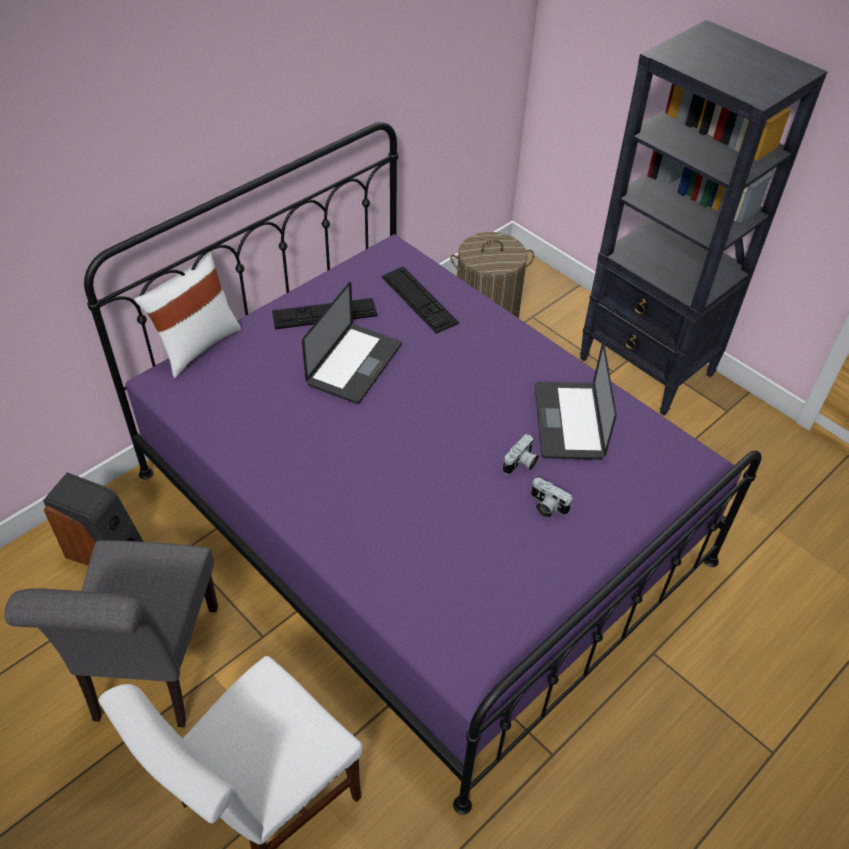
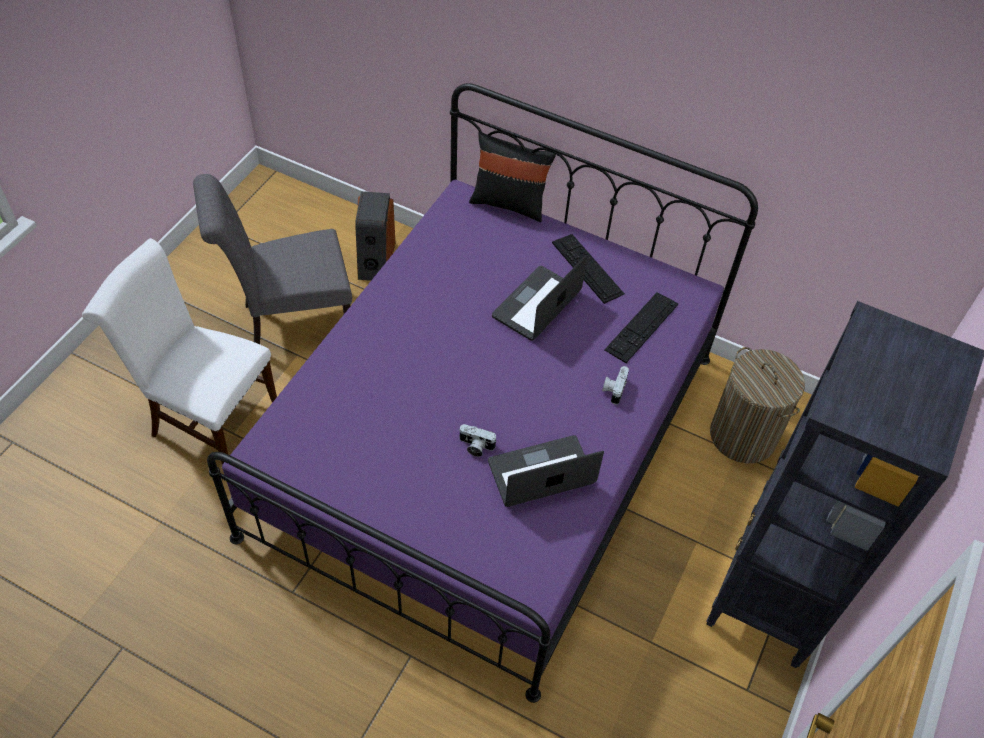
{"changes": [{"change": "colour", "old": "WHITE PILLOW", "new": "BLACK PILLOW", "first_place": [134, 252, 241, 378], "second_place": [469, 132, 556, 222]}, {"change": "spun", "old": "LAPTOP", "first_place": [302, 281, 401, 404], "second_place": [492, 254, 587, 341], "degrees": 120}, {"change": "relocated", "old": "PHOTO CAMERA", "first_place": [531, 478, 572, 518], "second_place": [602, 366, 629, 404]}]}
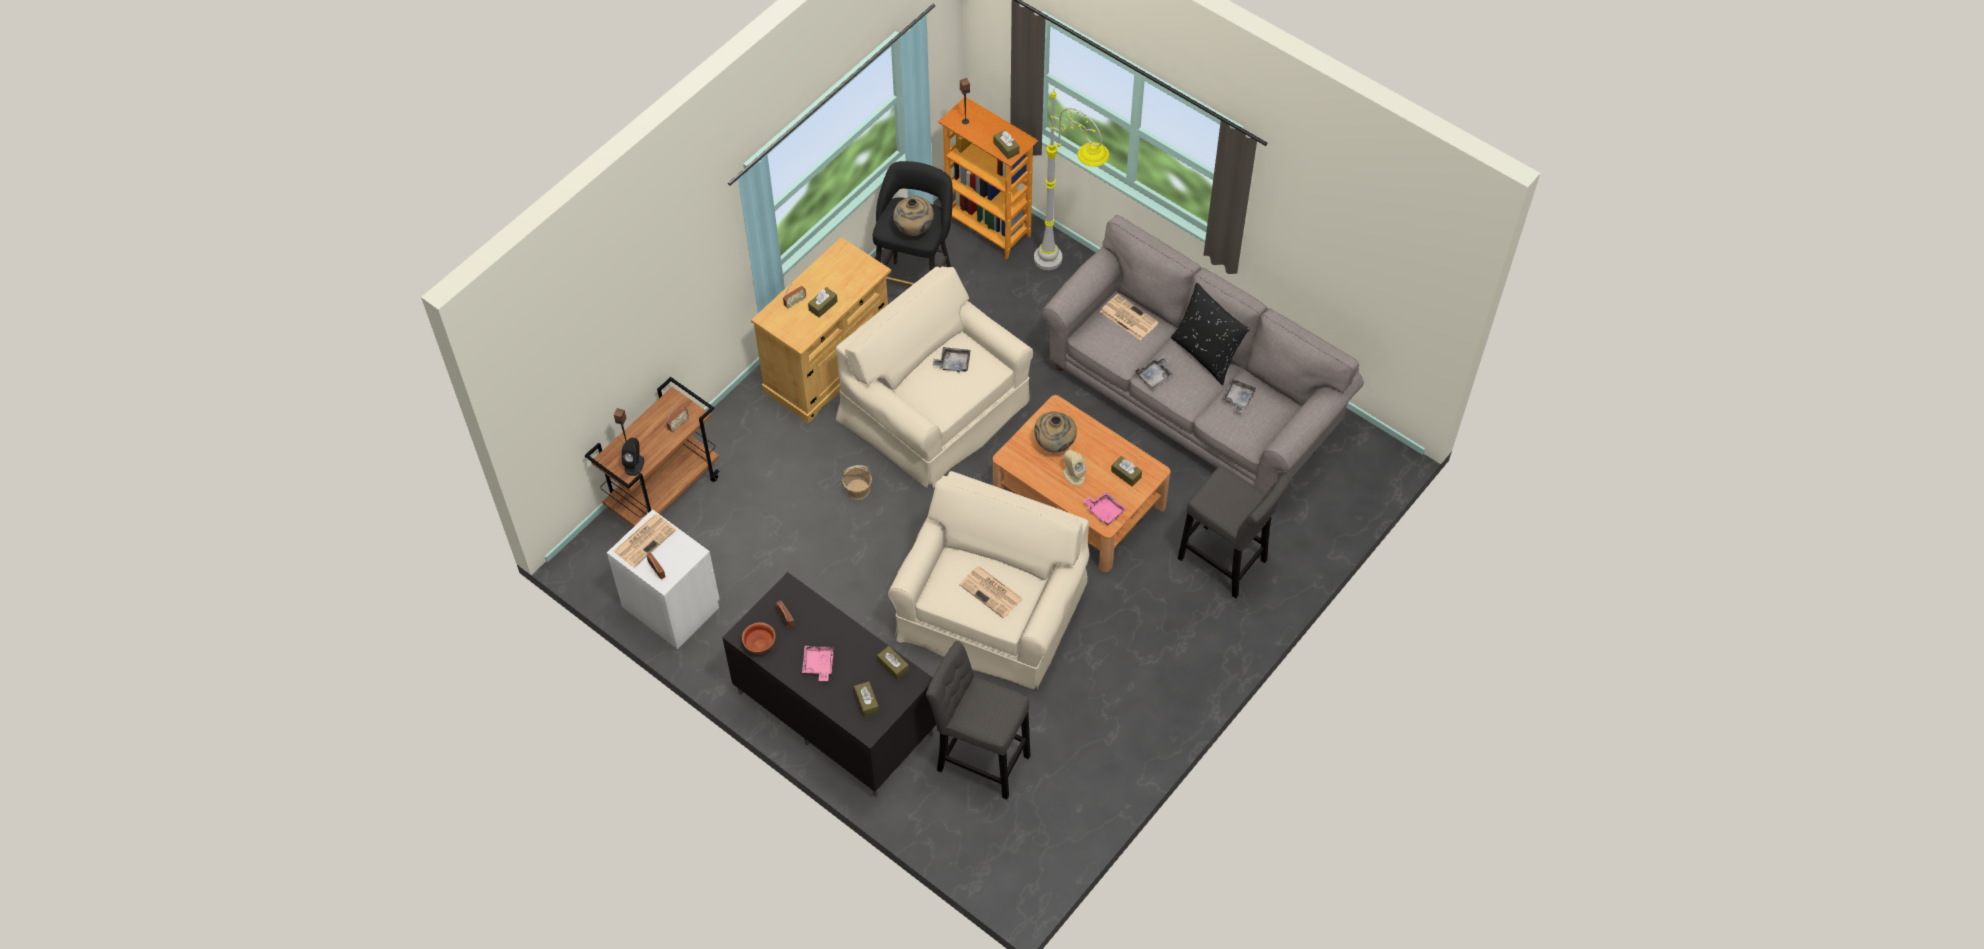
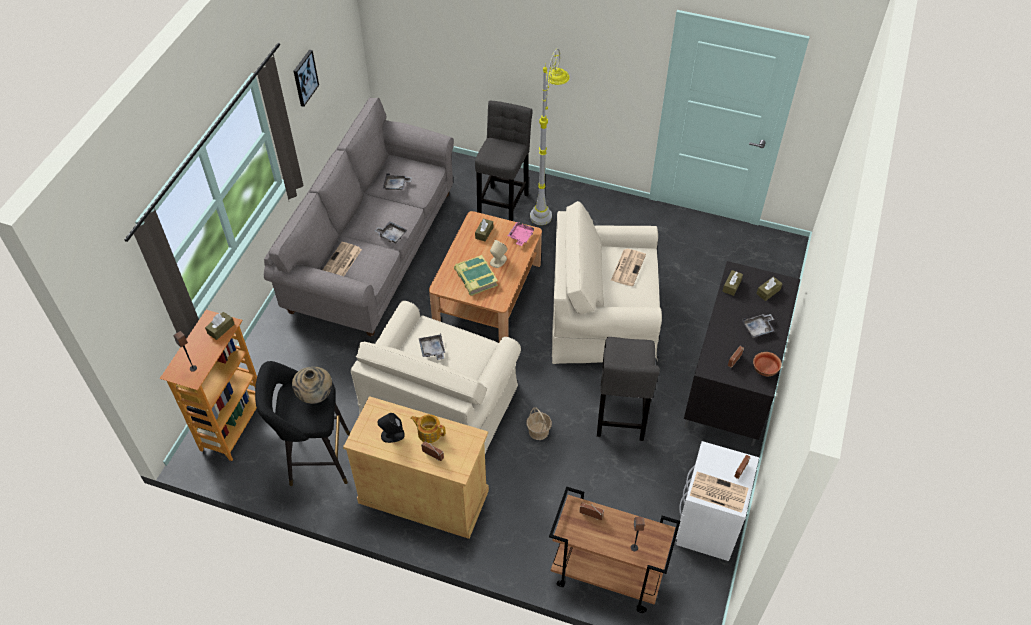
{"changes": [{"change": "relocated", "old": "BLACK SPEAKER", "first_place": [622, 438, 644, 476], "second_place": [378, 413, 405, 443]}, {"change": "colour", "old": "PINK TRAY", "new": "GREY TRAY", "first_place": [802, 646, 833, 681], "second_place": [742, 314, 774, 338]}, {"change": "exchanged", "old": "BROWN TISSUE BOX", "new": "TEAPOT", "first_place": [808, 287, 838, 318], "second_place": [410, 414, 446, 443]}, {"change": "relocated", "old": "GREY STOOL", "first_place": [926, 641, 1030, 800], "second_place": [597, 337, 660, 441]}, {"change": "relocated", "old": "GREY FLOOR LAMP", "first_place": [1034, 88, 1109, 270], "second_place": [530, 49, 570, 225]}, {"change": "exchanged", "old": "BEIGE VASE", "new": "BOOK", "first_place": [1034, 411, 1077, 453], "second_place": [454, 255, 498, 296]}, {"change": "missing", "old": "BLACK PILLOW", "first_place": [1171, 283, 1250, 385]}, {"change": "appeared", "new": "PICTURE", "second_place": [294, 50, 319, 107]}]}
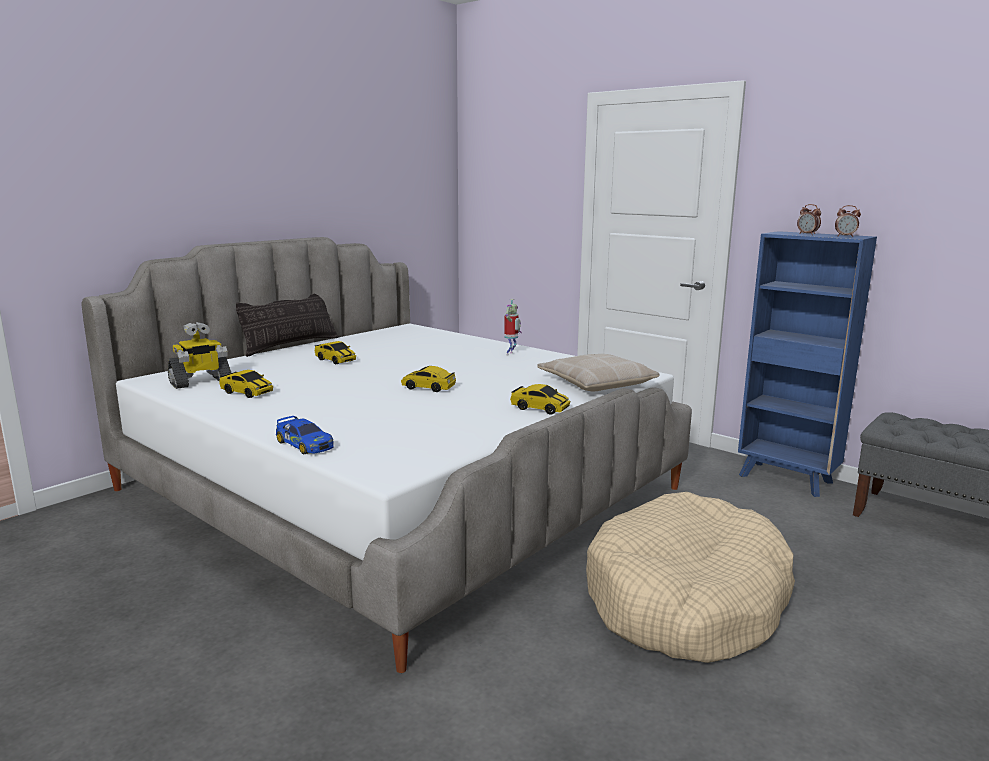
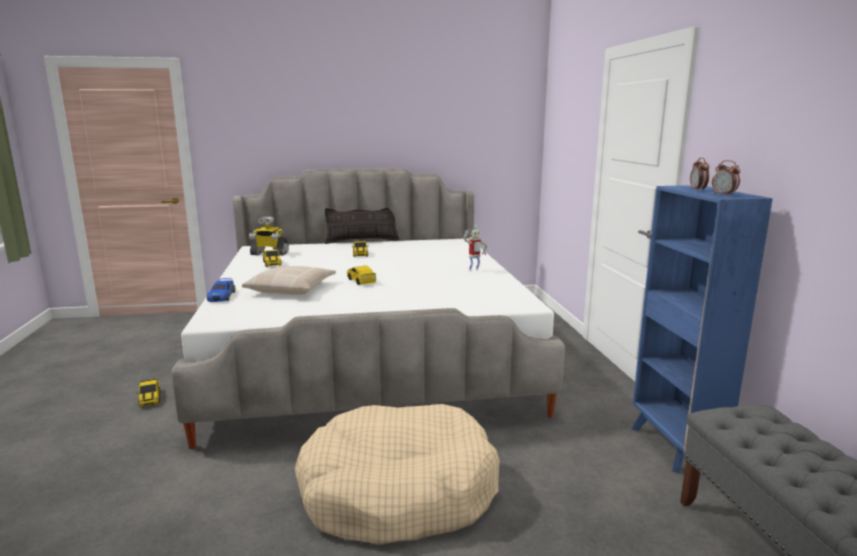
{"changes": [{"change": "relocated", "old": "TOY CAR", "first_place": [510, 384, 570, 414], "second_place": [136, 379, 160, 407]}, {"change": "relocated", "old": "BEIGE PILLOW", "first_place": [537, 354, 660, 391], "second_place": [242, 266, 336, 295]}]}
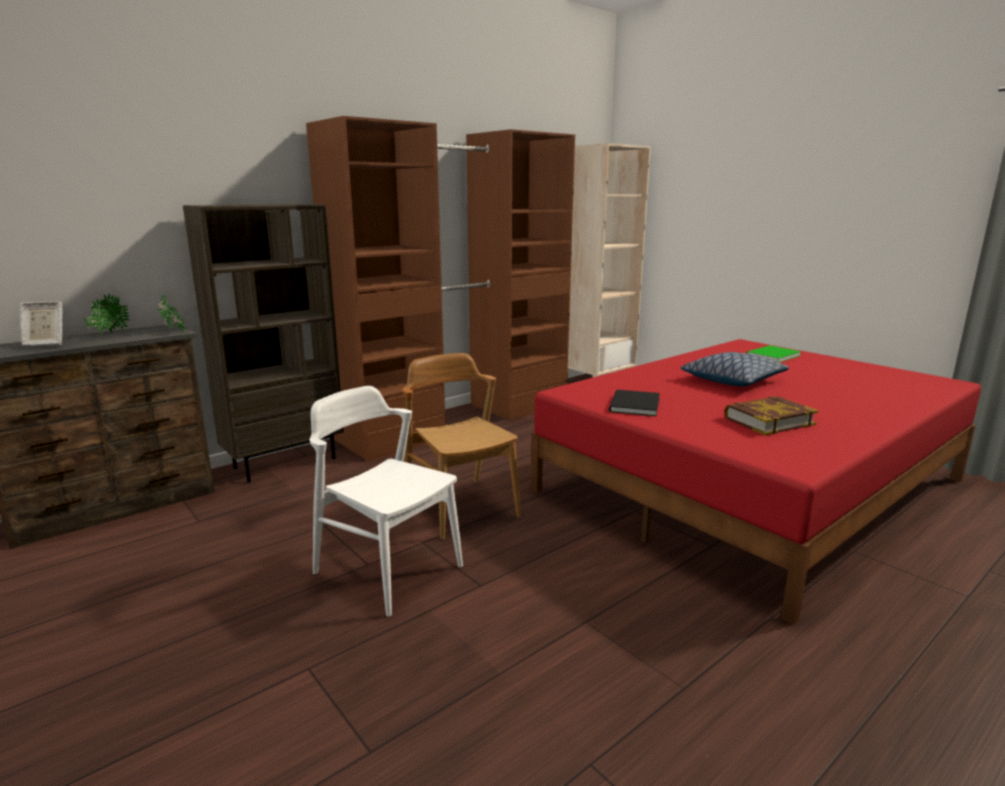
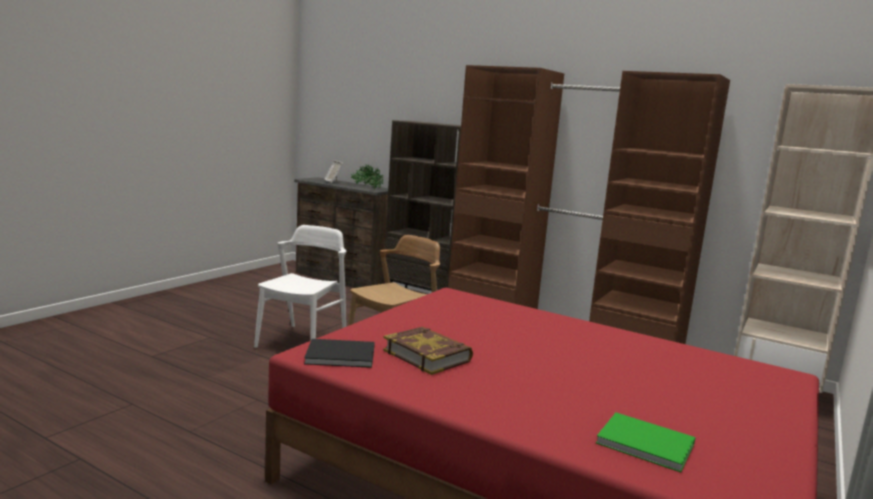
{"changes": [{"change": "relocated", "old": "BLACK BOOK", "first_place": [609, 390, 660, 416], "second_place": [304, 339, 375, 368]}, {"change": "missing", "old": "PILLOW", "first_place": [681, 352, 789, 387]}, {"change": "relocated", "old": "GREEN BOOK", "first_place": [746, 345, 801, 362], "second_place": [596, 413, 695, 472]}]}
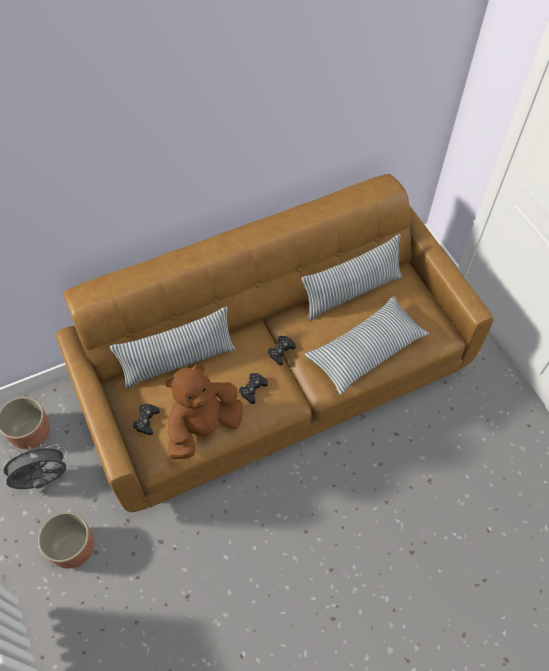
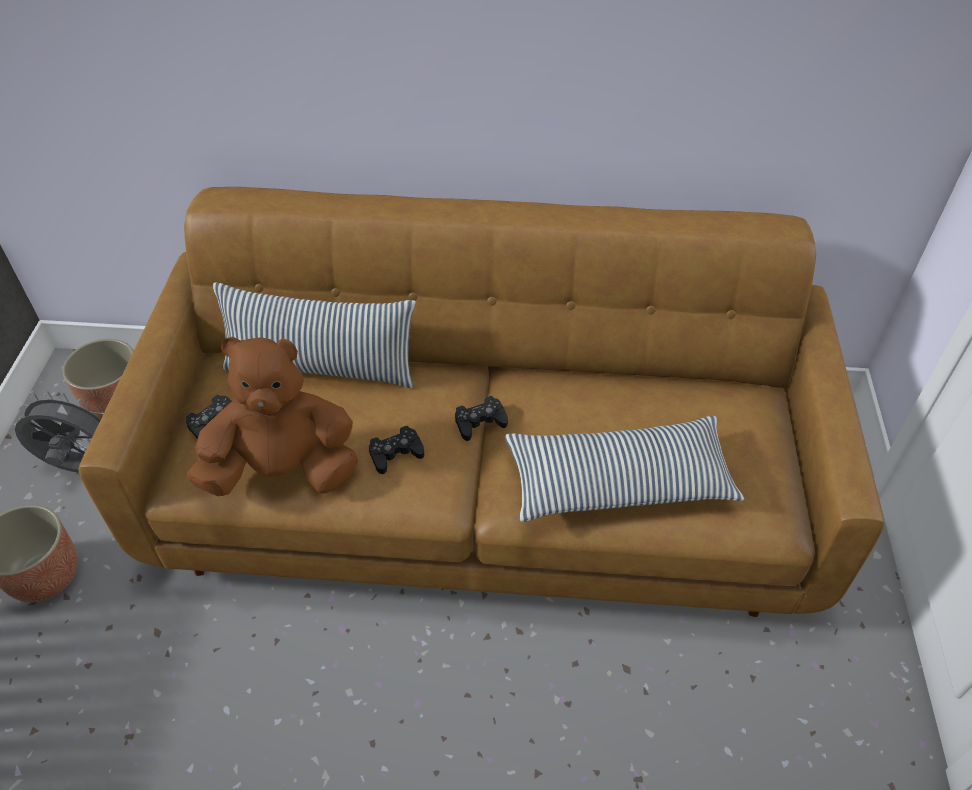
{"changes": [{"change": "missing", "old": "PILLOW", "first_place": [301, 234, 402, 320]}]}
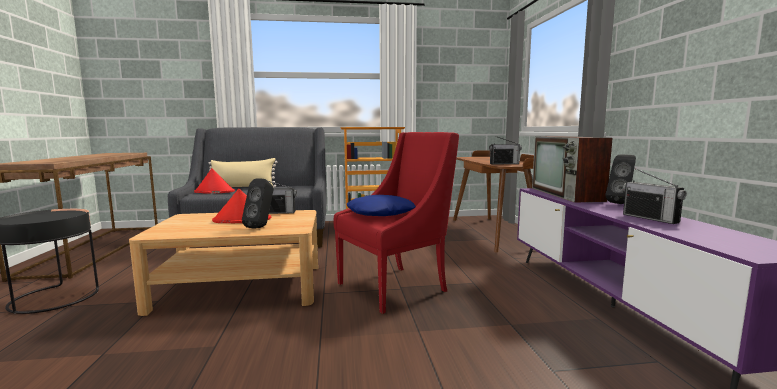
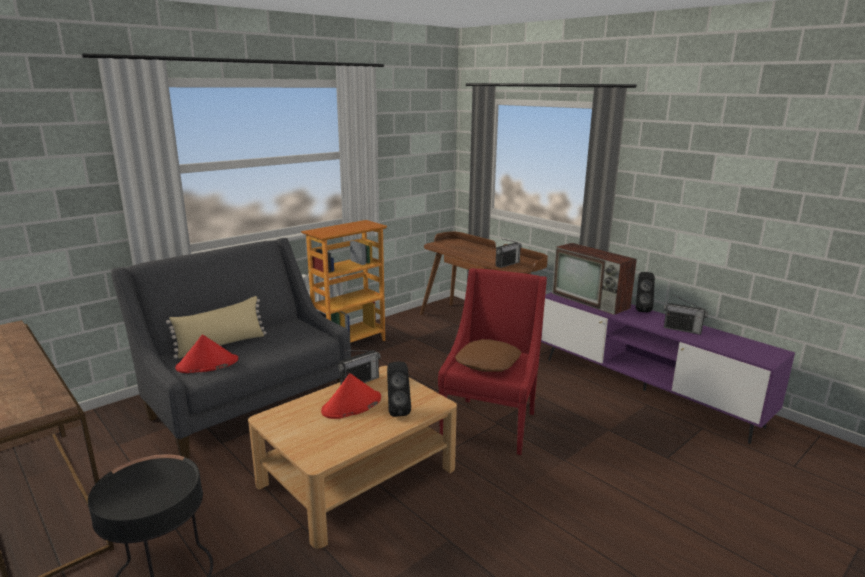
{"changes": [{"change": "colour", "old": "BLUE PILLOW", "new": "BROWN PILLOW", "first_place": [347, 195, 416, 216], "second_place": [455, 339, 521, 372]}]}
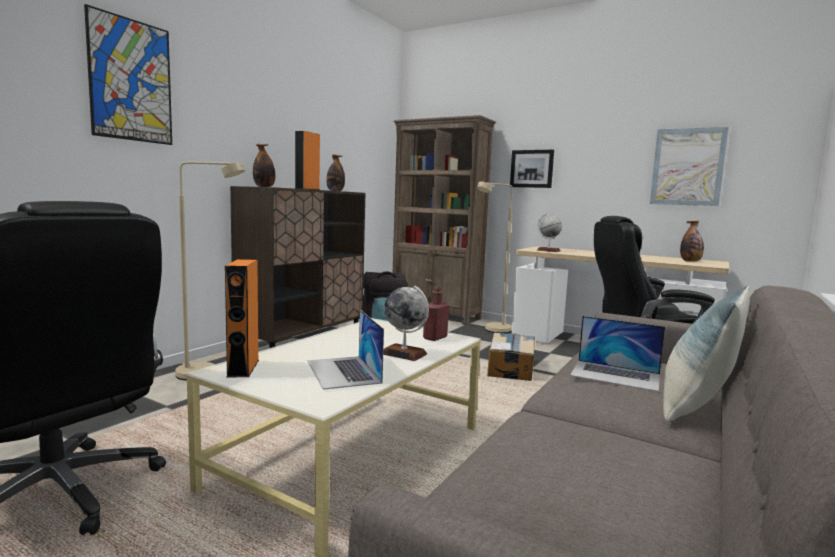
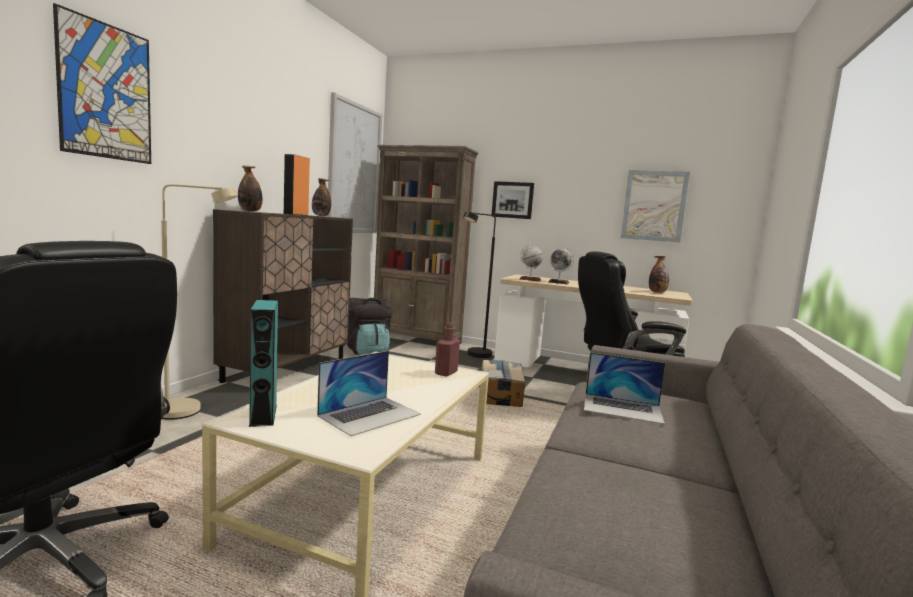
{"changes": [{"change": "colour", "old": "ORANGE SPEAKER", "new": "TURQUOISE SPEAKER", "first_place": [225, 259, 259, 377], "second_place": [249, 300, 278, 427]}, {"change": "spun", "old": "LAPTOP", "first_place": [308, 310, 384, 390], "second_place": [317, 351, 421, 436], "degrees": -105}, {"change": "relocated", "old": "GLOBE", "first_place": [383, 286, 429, 361], "second_place": [548, 248, 574, 284]}, {"change": "colour", "old": "BEIGE FLOOR LAMP", "new": "BLACK FLOOR LAMP", "first_place": [477, 181, 513, 333], "second_place": [463, 211, 496, 358]}, {"change": "missing", "old": "PILLOW", "first_place": [663, 286, 750, 422]}, {"change": "appeared", "new": "PICTURE", "second_place": [327, 92, 382, 233]}]}
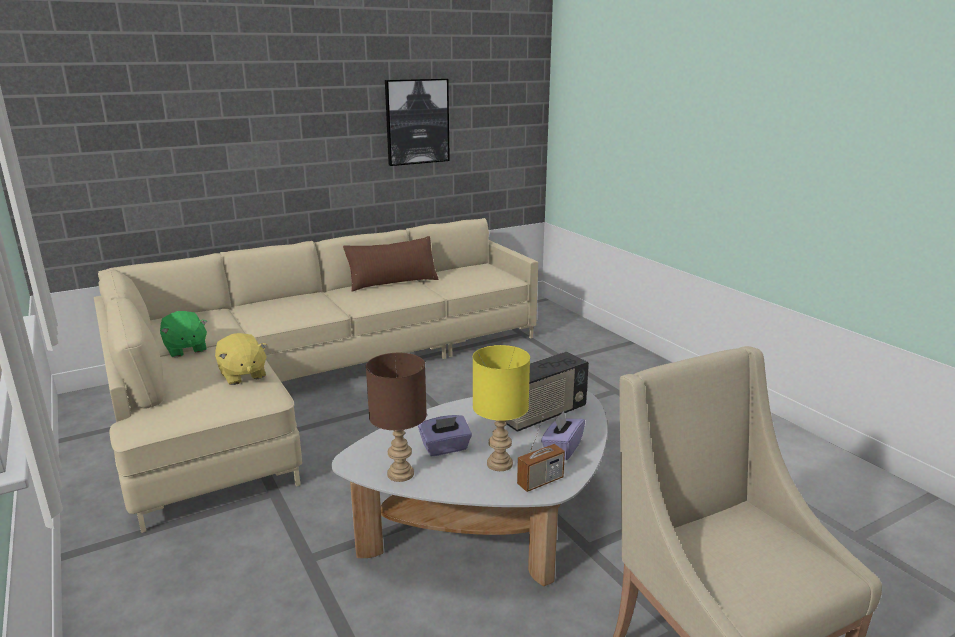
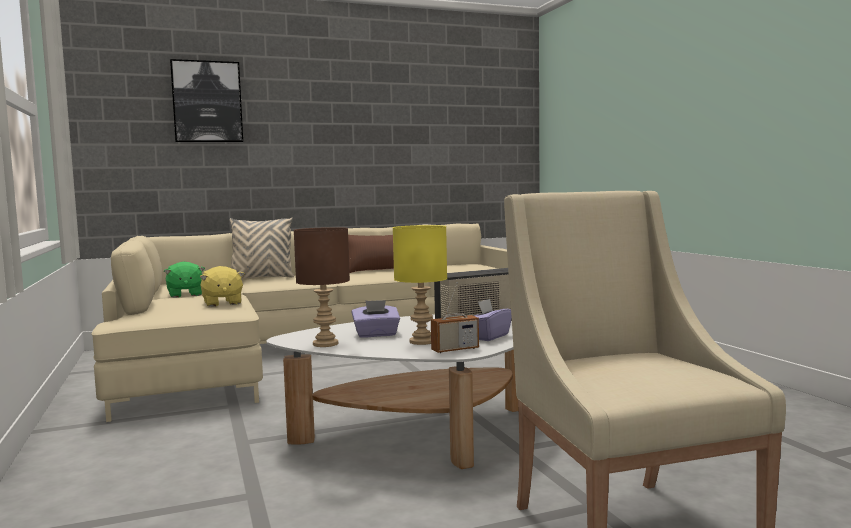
{"changes": [{"change": "relocated", "old": "PICTURE", "first_place": [385, 78, 450, 166], "second_place": [170, 59, 243, 142]}, {"change": "appeared", "new": "BEIGE PILLOW", "second_place": [230, 218, 294, 279]}]}
